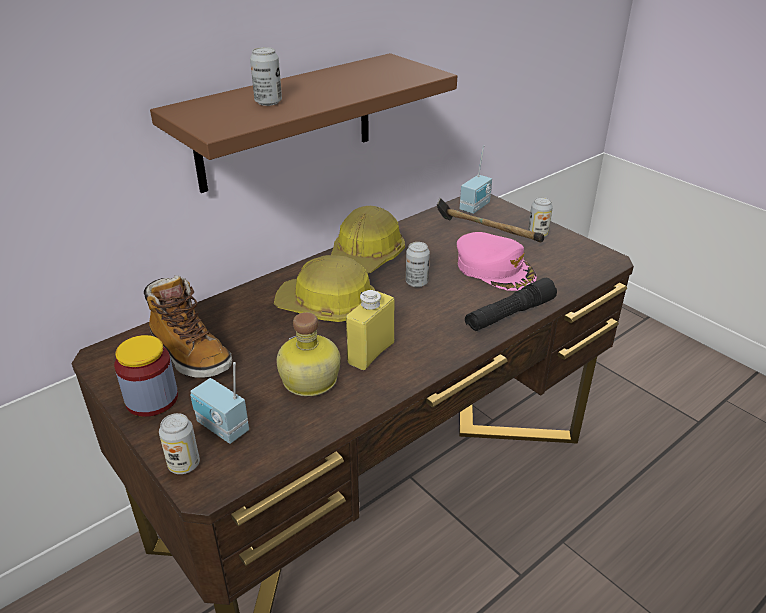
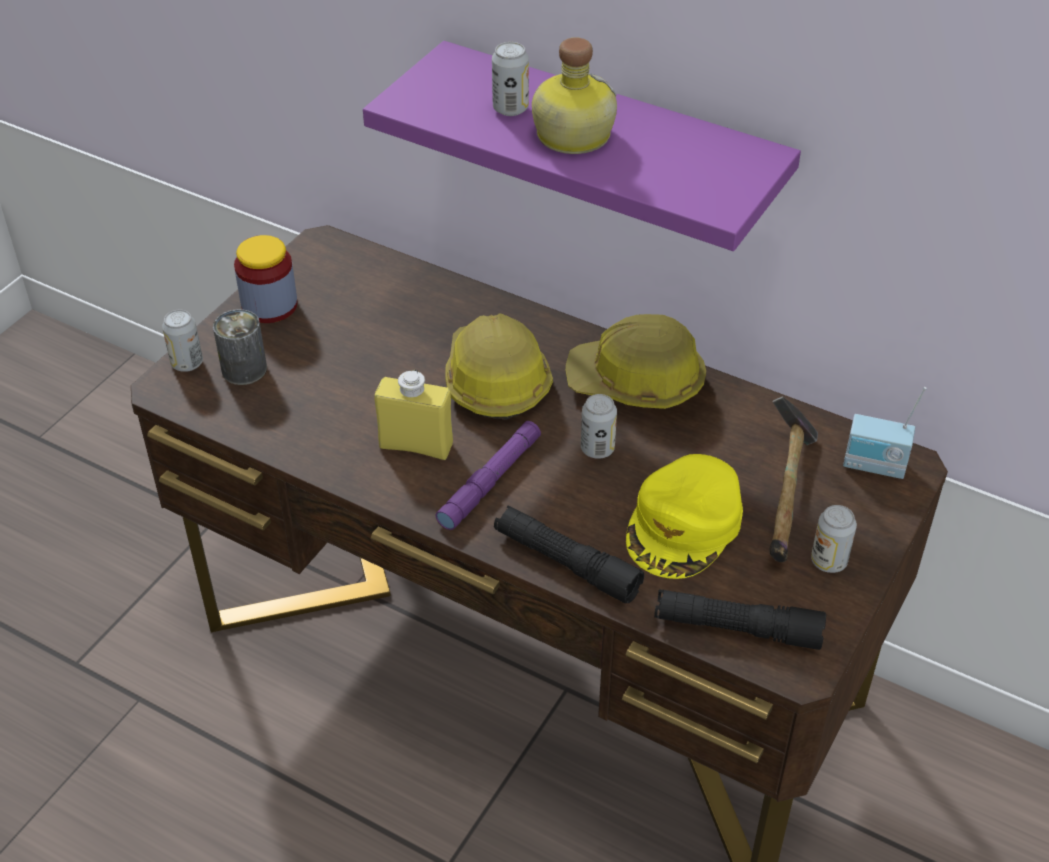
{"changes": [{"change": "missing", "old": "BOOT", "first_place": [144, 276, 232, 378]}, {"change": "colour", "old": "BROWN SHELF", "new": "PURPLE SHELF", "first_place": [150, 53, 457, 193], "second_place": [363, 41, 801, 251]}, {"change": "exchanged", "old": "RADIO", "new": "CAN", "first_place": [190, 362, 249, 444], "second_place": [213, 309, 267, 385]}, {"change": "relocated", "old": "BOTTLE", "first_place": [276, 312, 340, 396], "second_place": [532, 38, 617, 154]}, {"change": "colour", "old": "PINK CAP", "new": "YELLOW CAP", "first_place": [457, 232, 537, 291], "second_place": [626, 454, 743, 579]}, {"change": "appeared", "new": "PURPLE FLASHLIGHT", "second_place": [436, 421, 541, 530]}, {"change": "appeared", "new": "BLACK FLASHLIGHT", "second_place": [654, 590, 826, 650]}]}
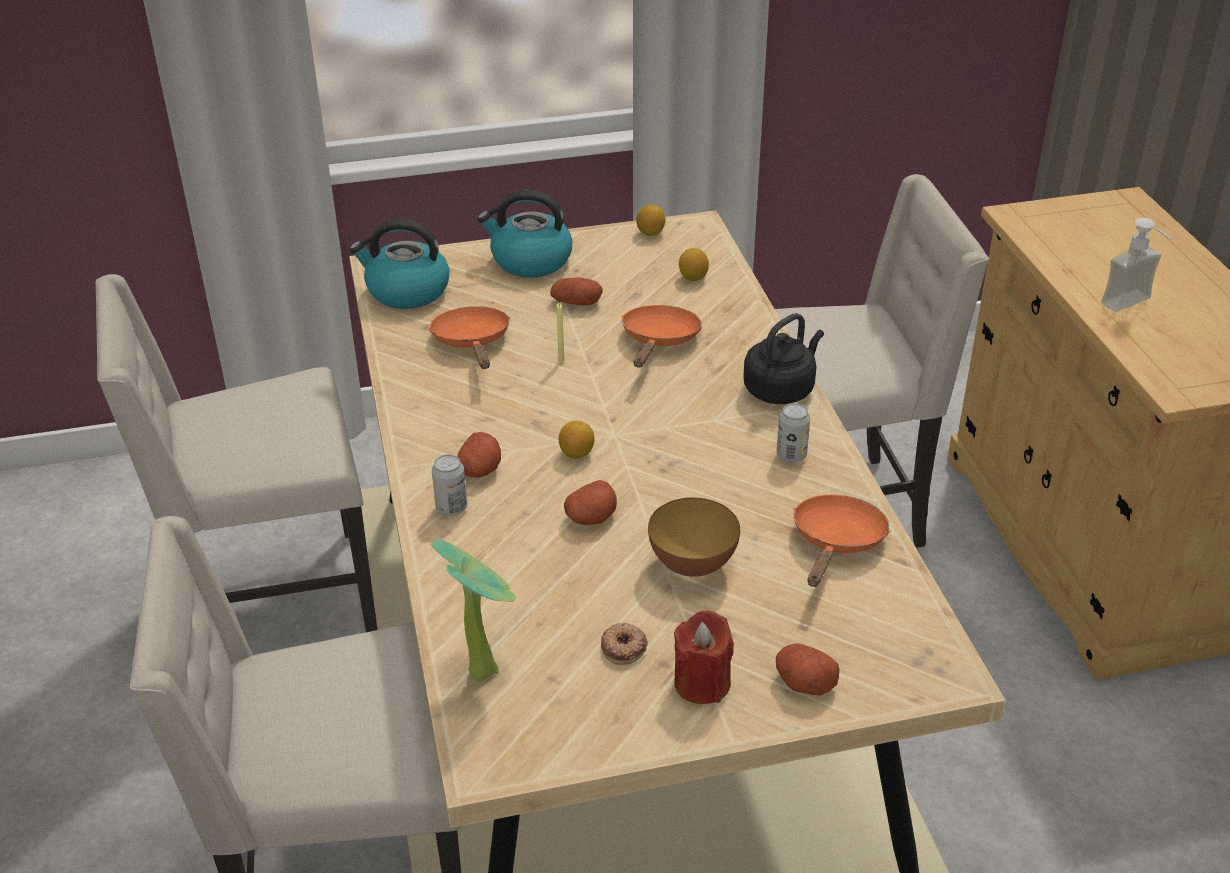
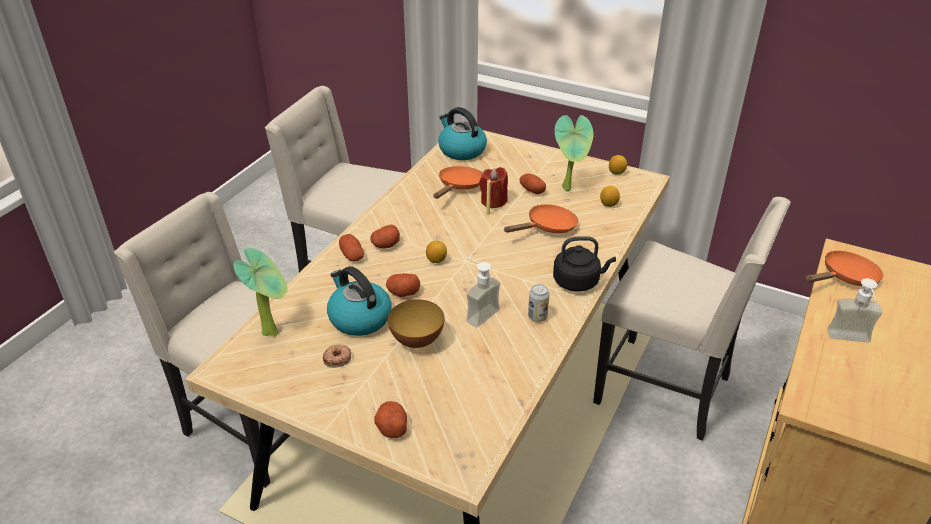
{"changes": [{"change": "exchanged", "old": "CAN", "new": "POTATO", "first_place": [432, 455, 467, 516], "second_place": [339, 234, 364, 262]}, {"change": "relocated", "old": "KETTLE", "first_place": [477, 190, 572, 277], "second_place": [327, 266, 392, 336]}, {"change": "relocated", "old": "RED CANDLE", "first_place": [674, 611, 734, 704], "second_place": [479, 167, 508, 209]}, {"change": "relocated", "old": "ORANGE FRYING PAN", "first_place": [793, 495, 890, 587], "second_place": [805, 250, 884, 286]}, {"change": "appeared", "new": "SOAP DISPENSER", "second_place": [465, 257, 500, 327]}, {"change": "appeared", "new": "POTTED PLANT", "second_place": [555, 115, 593, 191]}]}
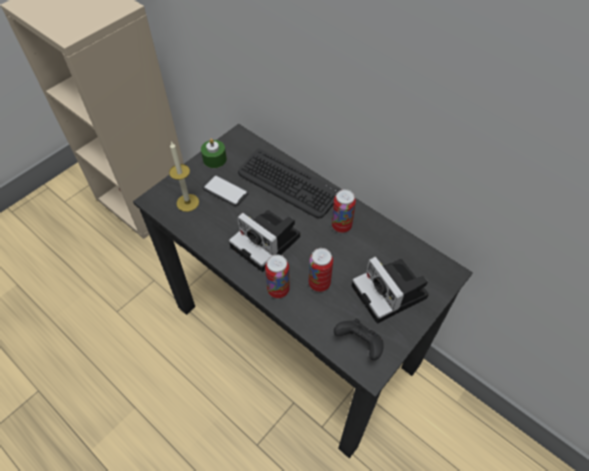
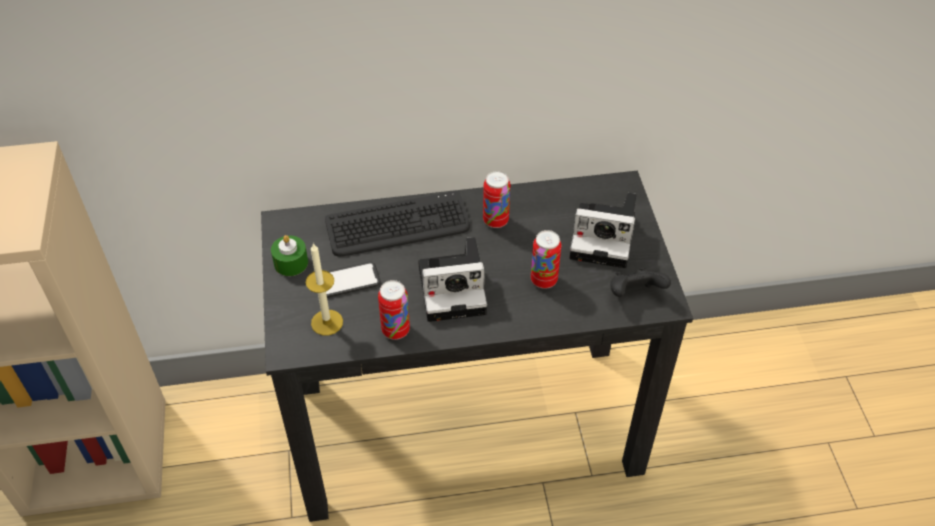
{"changes": [{"change": "relocated", "old": "CAN", "first_place": [265, 254, 289, 299], "second_place": [378, 280, 410, 340]}]}
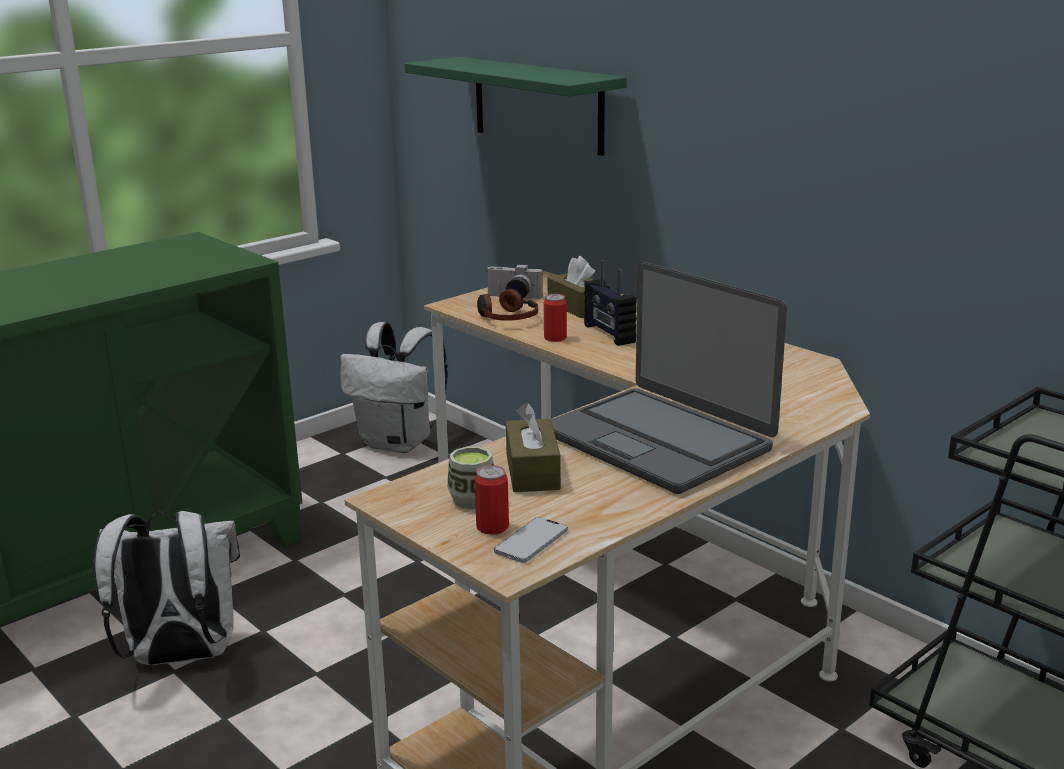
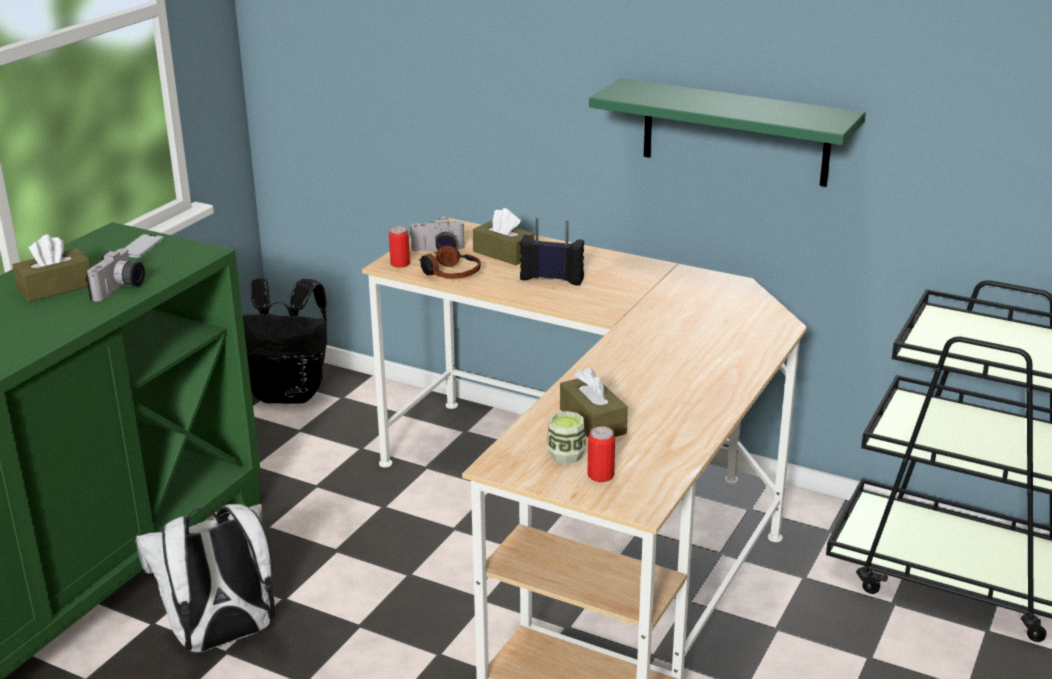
{"changes": [{"change": "colour", "old": "WHITE BACKPACK", "new": "BLACK BACKPACK", "first_place": [340, 322, 448, 453], "second_place": [243, 278, 327, 404]}, {"change": "relocated", "old": "GREEN SHELF", "first_place": [405, 57, 627, 156], "second_place": [589, 78, 866, 187]}, {"change": "relocated", "old": "PHONE", "first_place": [494, 517, 568, 563], "second_place": [125, 234, 164, 258]}, {"change": "relocated", "old": "CAN", "first_place": [544, 294, 567, 342], "second_place": [389, 226, 410, 268]}, {"change": "missing", "old": "LAPTOP", "first_place": [551, 261, 787, 494]}, {"change": "spun", "old": "RADIO", "first_place": [584, 260, 637, 346], "second_place": [520, 218, 584, 286], "degrees": 150}, {"change": "appeared", "new": "BROWN TISSUE BOX", "second_place": [13, 234, 91, 302]}, {"change": "appeared", "new": "PHOTO CAMERA", "second_place": [85, 248, 145, 301]}]}
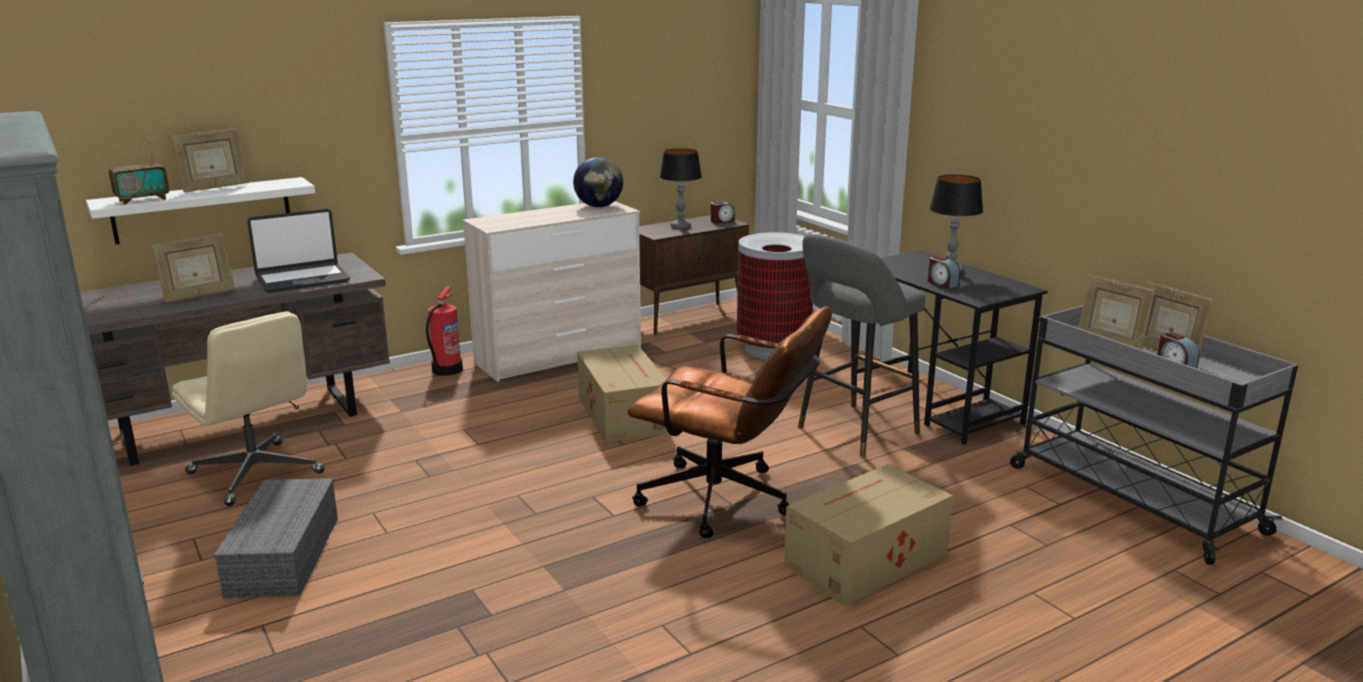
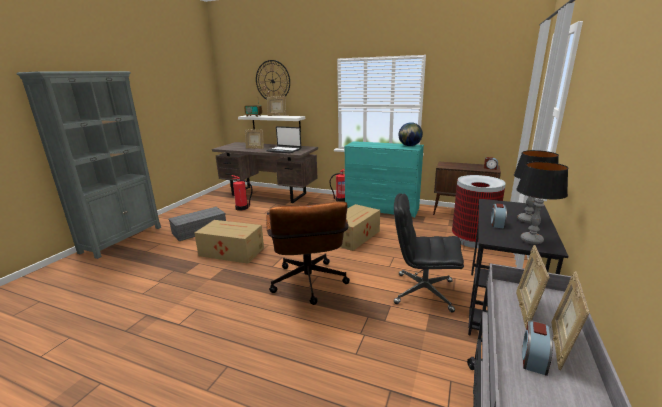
{"changes": [{"change": "exchanged", "old": "BEIGE OFFICE CHAIR", "new": "FIRE EXTINGUISHER", "first_place": [172, 312, 324, 506], "second_place": [231, 175, 253, 211]}, {"change": "colour", "old": "BEIGE DRESSER", "new": "TURQUOISE DRESSER", "first_place": [463, 201, 641, 382], "second_place": [344, 141, 424, 218]}, {"change": "relocated", "old": "TABLE LAMP", "first_place": [660, 148, 702, 229], "second_place": [517, 161, 568, 244]}, {"change": "relocated", "old": "CARDBOARD BOX", "first_place": [784, 464, 953, 606], "second_place": [194, 220, 264, 264]}, {"change": "exchanged", "old": "GREY STOOL", "new": "BLACK OFFICE CHAIR", "first_place": [798, 234, 925, 457], "second_place": [394, 193, 464, 313]}, {"change": "appeared", "new": "WALL CLOCK", "second_place": [256, 60, 290, 100]}]}
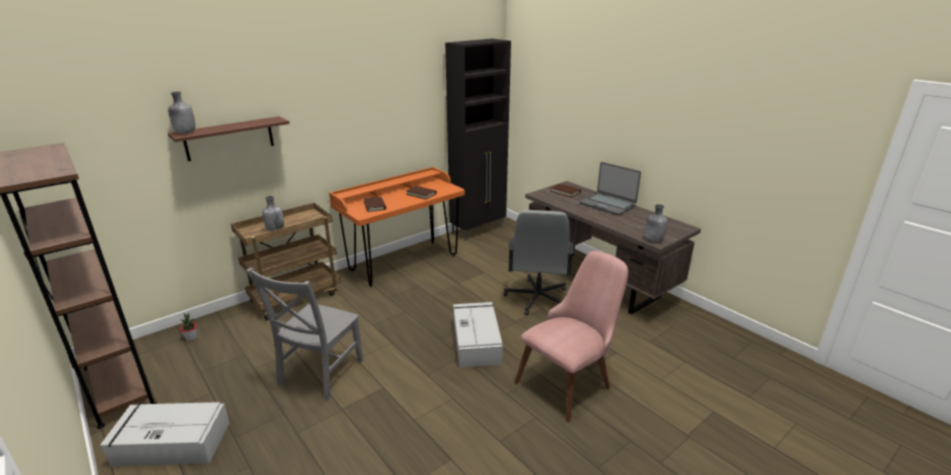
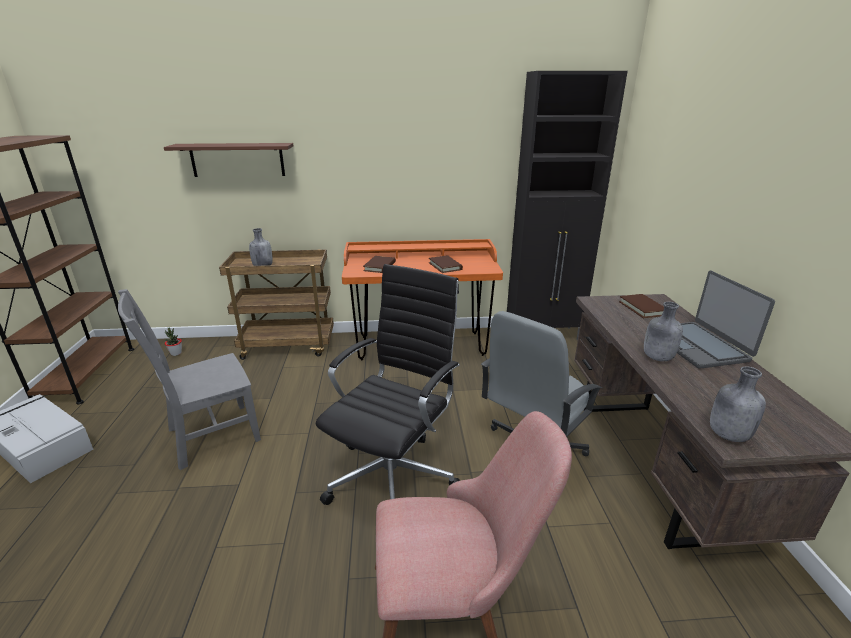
{"changes": [{"change": "relocated", "old": "GREY BOTTLE", "first_place": [168, 92, 195, 133], "second_place": [644, 302, 683, 361]}, {"change": "exchanged", "old": "GREY STORAGE BOX", "new": "BLACK OFFICE CHAIR", "first_place": [453, 302, 503, 368], "second_place": [316, 264, 460, 505]}]}
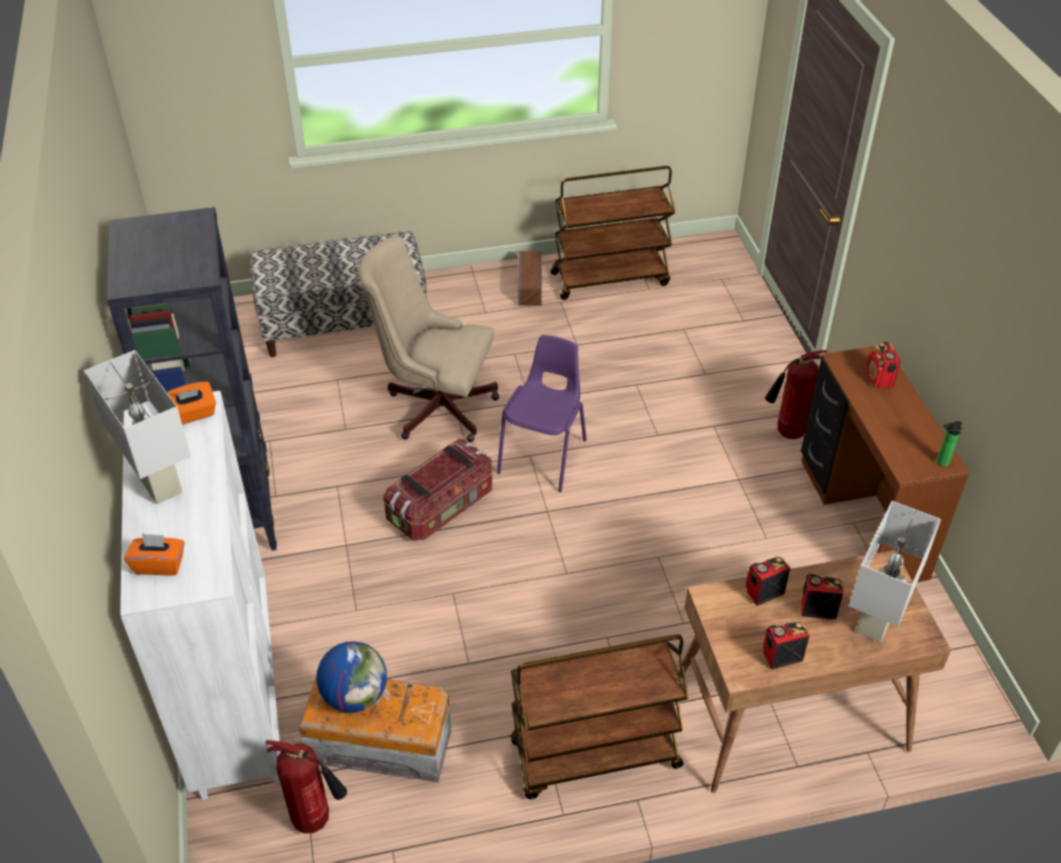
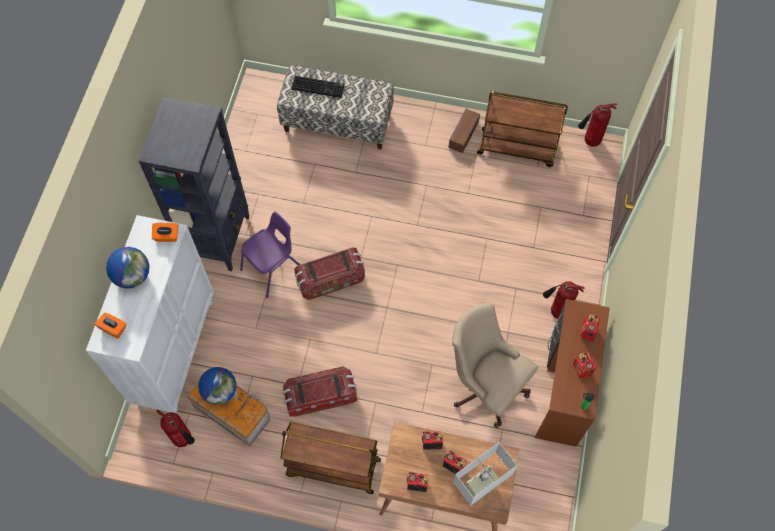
{"changes": [{"change": "exchanged", "old": "WHITE TABLE LAMP", "new": "GLOBE", "first_place": [84, 350, 191, 504], "second_place": [106, 247, 149, 289]}, {"change": "relocated", "old": "BEIGE OFFICE CHAIR", "first_place": [359, 235, 500, 442], "second_place": [452, 302, 538, 428]}, {"change": "relocated", "old": "PURPLE CHAIR", "first_place": [497, 335, 587, 492], "second_place": [240, 211, 301, 298]}, {"change": "appeared", "new": "STORAGE BOX", "second_place": [283, 366, 357, 417]}, {"change": "appeared", "new": "KEYBOARD", "second_place": [291, 76, 345, 98]}, {"change": "appeared", "new": "RADIO", "second_place": [573, 351, 597, 378]}, {"change": "appeared", "new": "FIRE EXTINGUISHER", "second_place": [578, 103, 617, 147]}]}
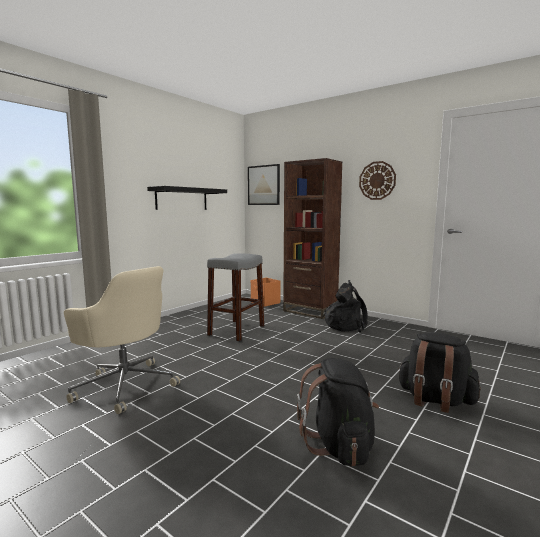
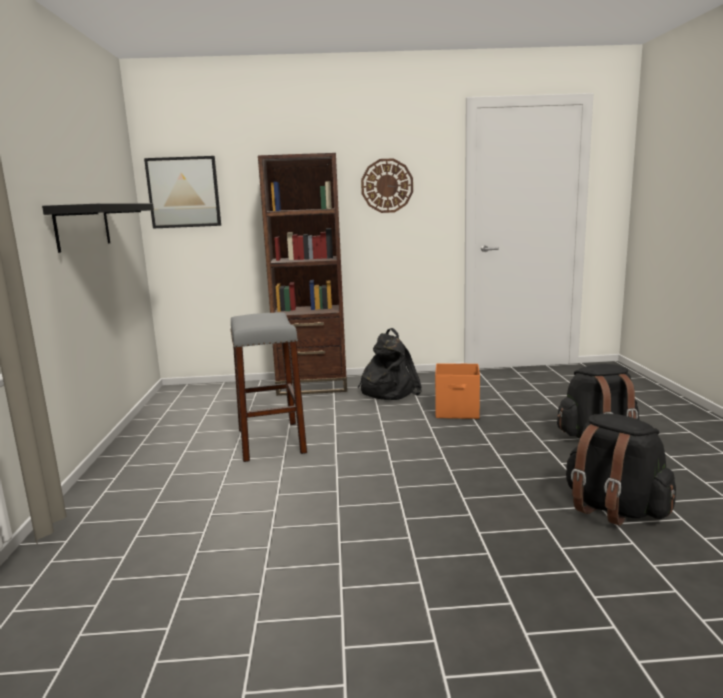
{"changes": [{"change": "missing", "old": "BEIGE OFFICE CHAIR", "first_place": [64, 266, 180, 414]}, {"change": "relocated", "old": "ORANGE STORAGE BOX", "first_place": [251, 278, 280, 307], "second_place": [435, 363, 480, 419]}]}
